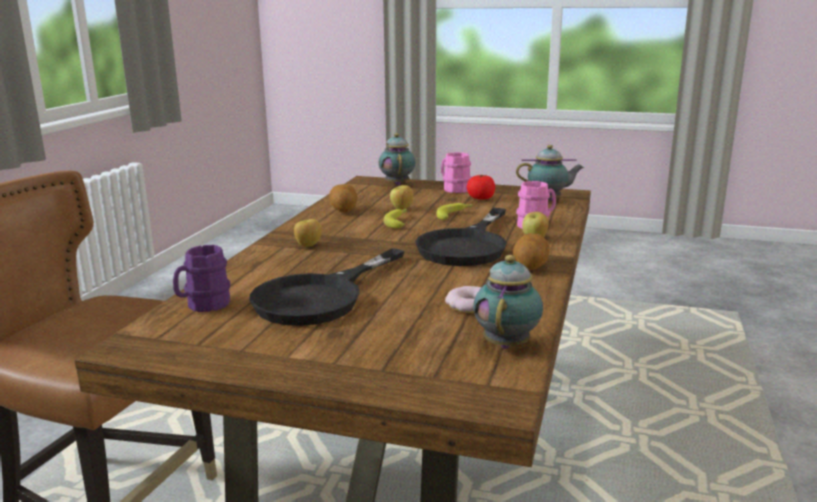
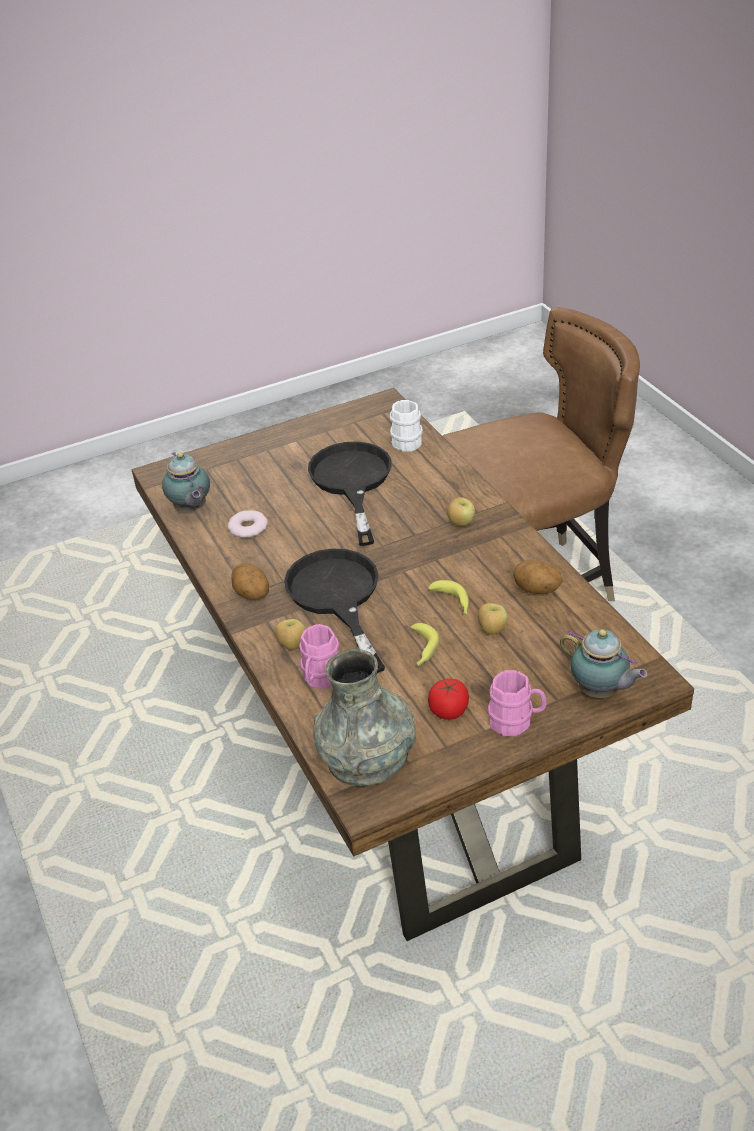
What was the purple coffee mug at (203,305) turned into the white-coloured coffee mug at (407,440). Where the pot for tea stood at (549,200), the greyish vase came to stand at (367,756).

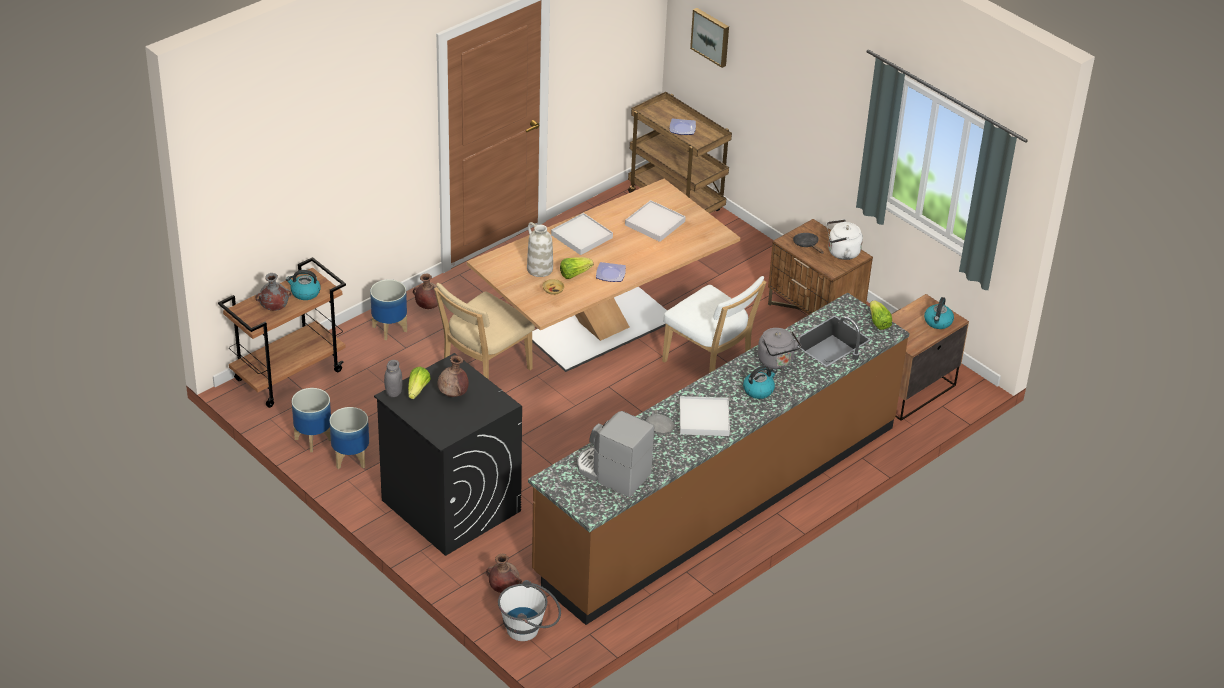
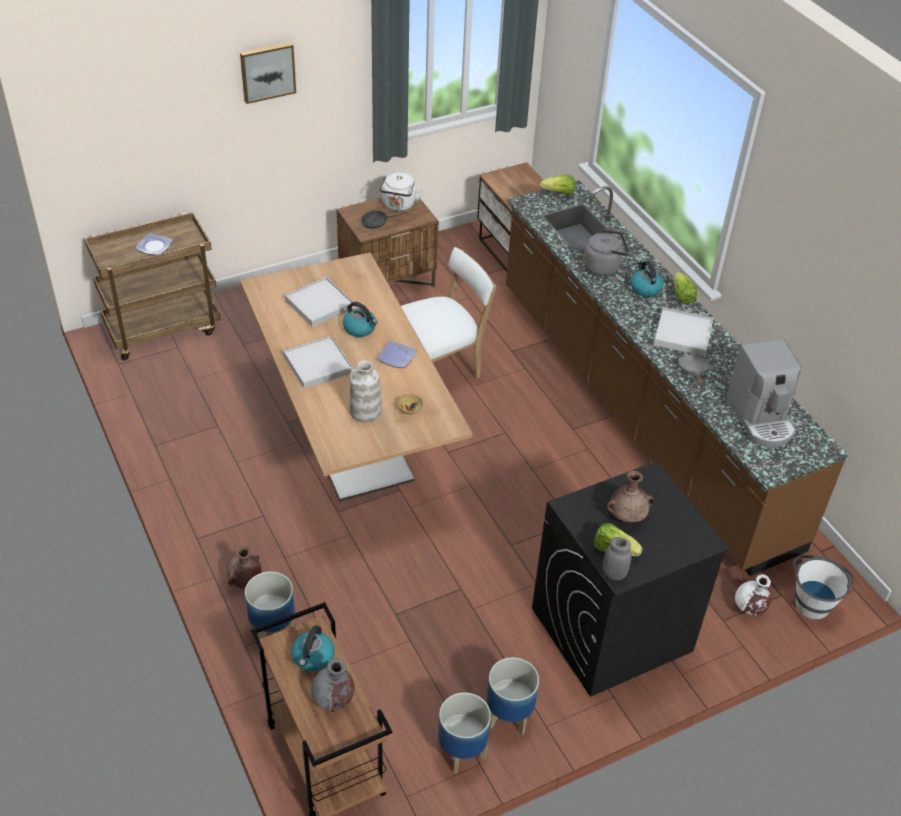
The second view lost the beige plain chair at (483,372). What was the brown-coloured vase at (503,588) turned into the white-coloured vase at (749,608). The head of lettuce ended up elsewhere, having gone from (574,274) to (681,296). The coffee machine at (612,473) ended up facing another way, 60 degrees counterclockwise from before. The wall art ended up elsewhere, having gone from (711,36) to (267,71). The tea kettle ended up elsewhere, having gone from (938,322) to (360,328).

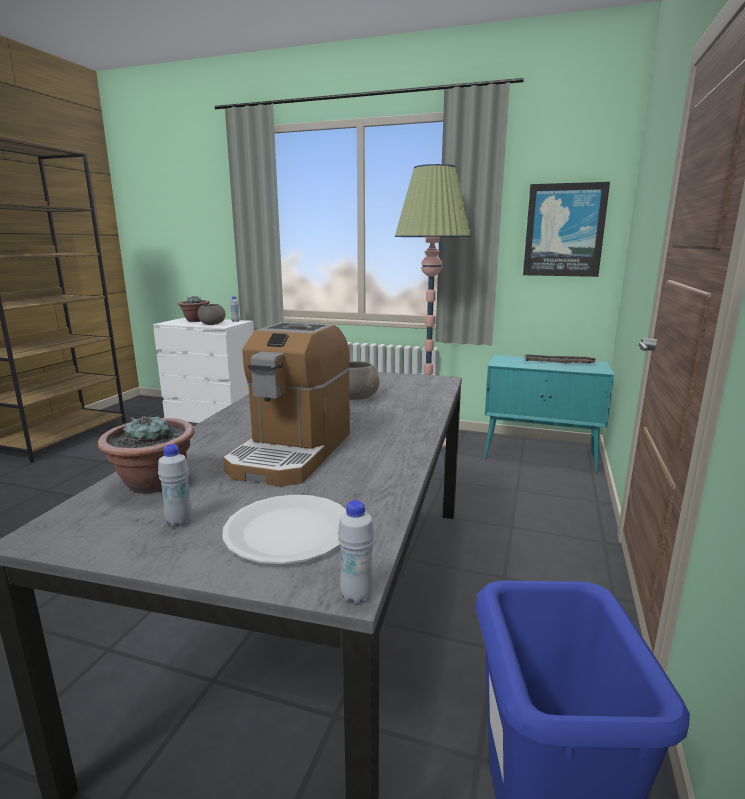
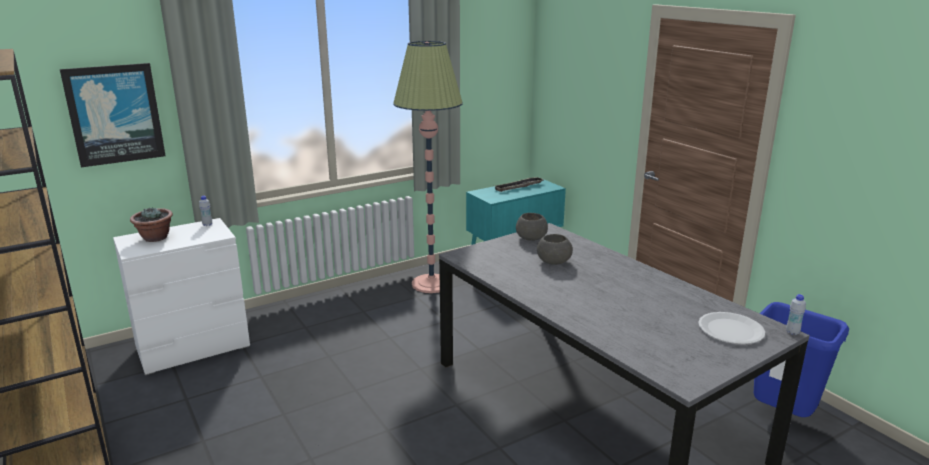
The second view lost the potted plant at (154,484). The second view lost the white-coloured bottle at (179,522). The greyish deep dish ended up elsewhere, having gone from (212,324) to (530,238). The second view lost the coffee machine at (292,452). The wall art ended up elsewhere, having gone from (564,230) to (115,114).

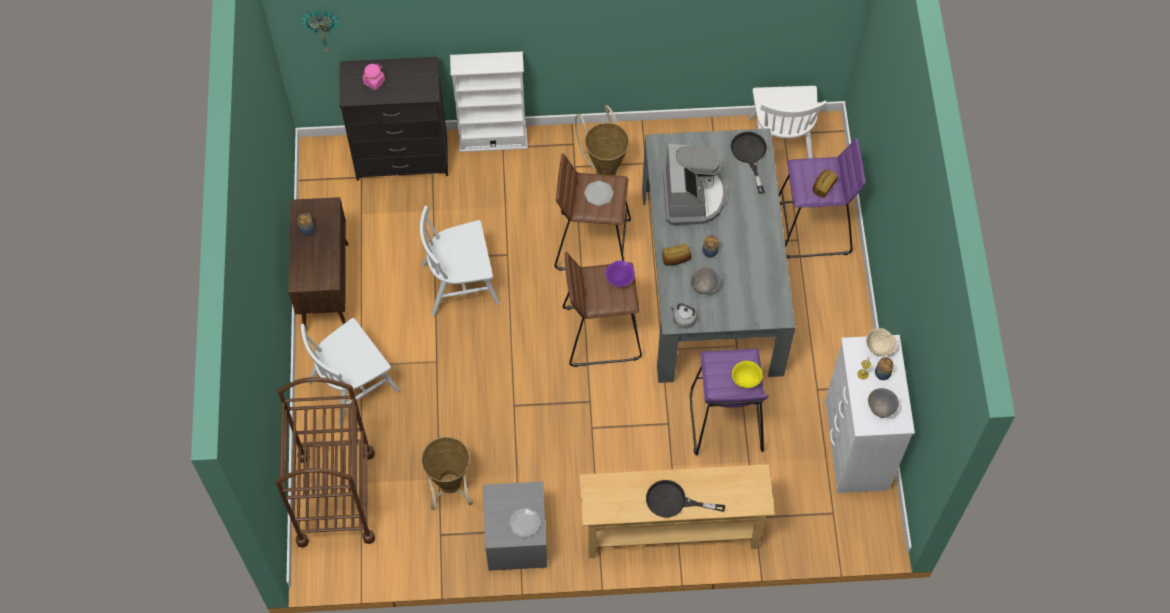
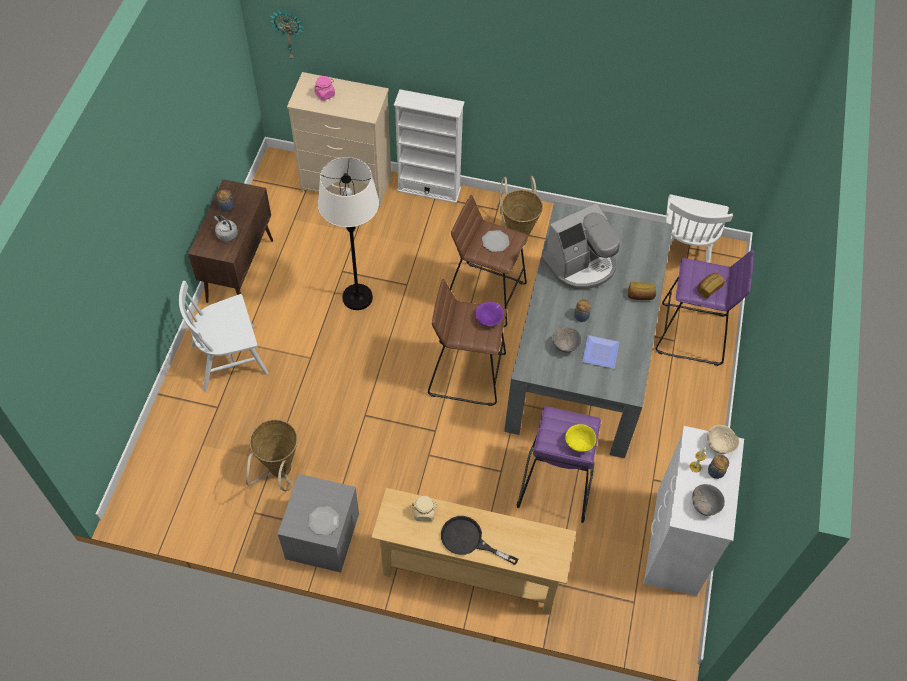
The second view lost the brown-coloured wheeled cart at (335,497). What was the black dresser at (403,158) turned into the beige dresser at (347,184). Where the white-coloured plain chair stood at (460,283), the white-coloured standard lamp came to stand at (357,297). The baked bread ended up elsewhere, having gone from (676,259) to (640,296). The coffee machine at (692,197) ended up facing another way, 45 degrees clockwise from before. The greyish tea kettle ended up elsewhere, having gone from (683,319) to (226,234). The second view lost the black frying pan at (750,155). The second view gained the beige preserve jar at (424,512). The second view gained the dinner plate at (602,352).

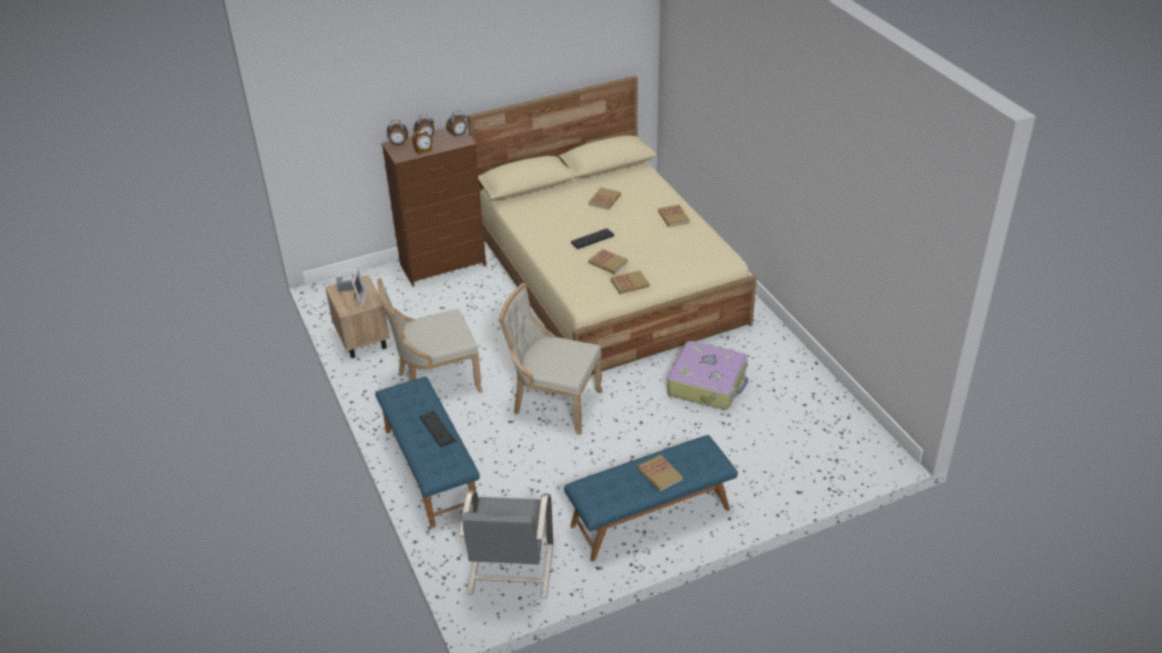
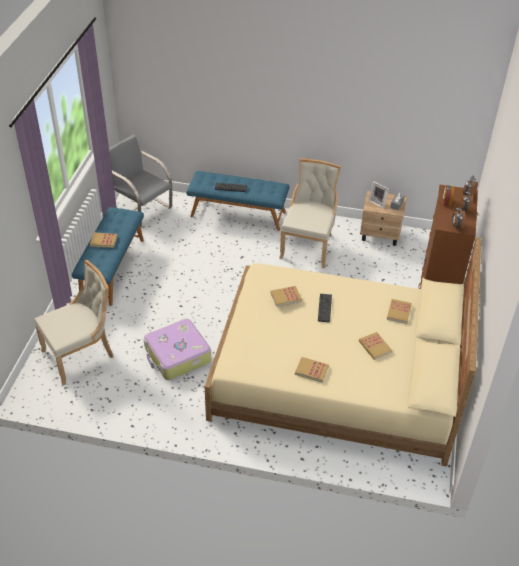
The beige plain chair ended up elsewhere, having gone from (553,404) to (81,354). The bound book ended up elsewhere, having gone from (630,284) to (399,312).

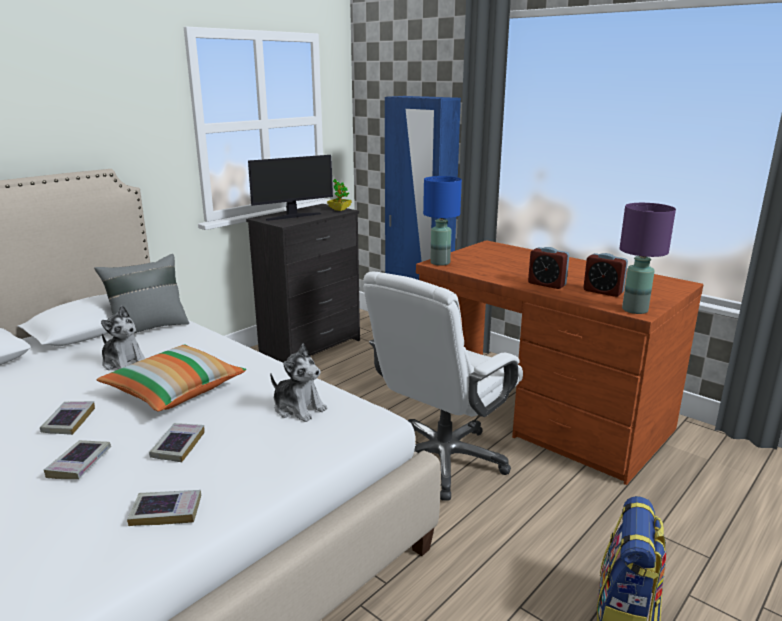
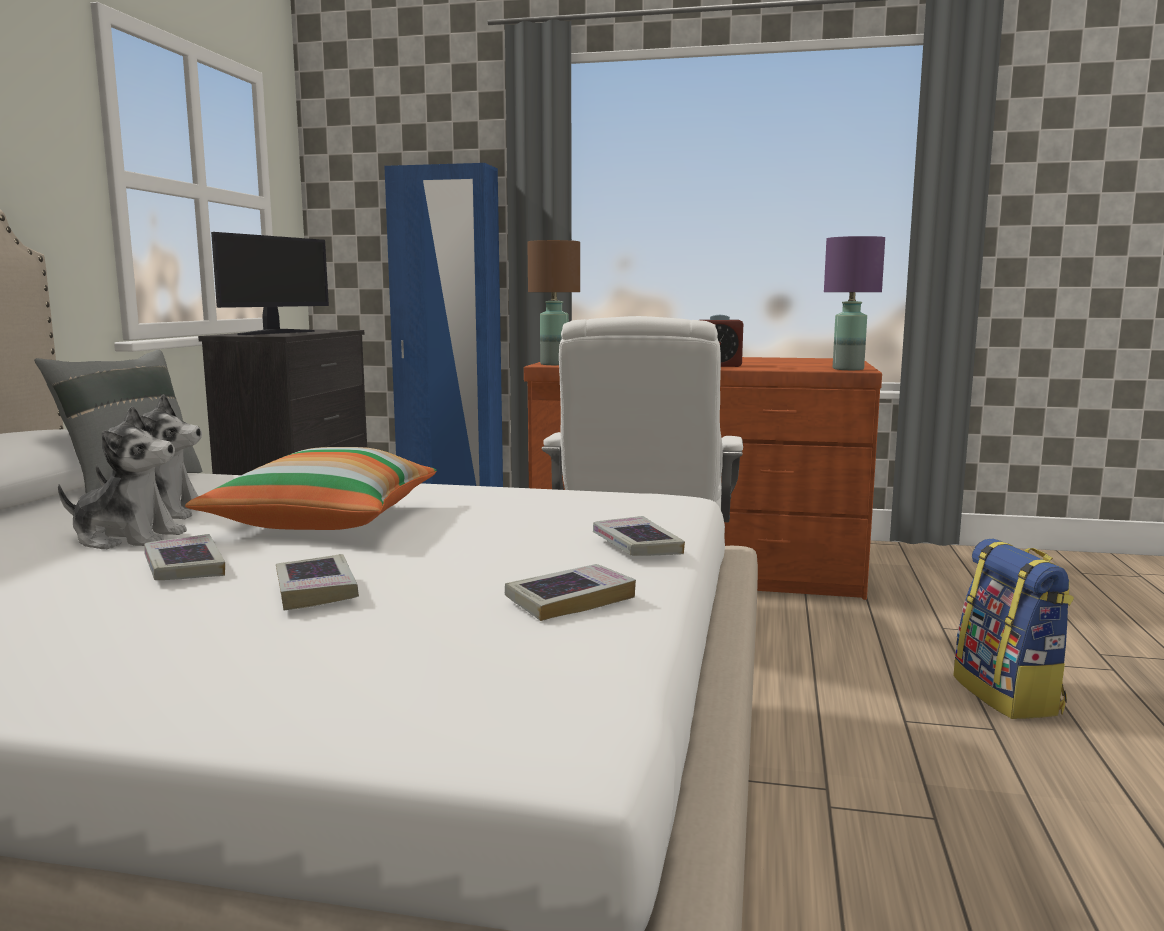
The bound book ended up elsewhere, having gone from (178,446) to (636,545). The cuddly toy ended up elsewhere, having gone from (298,408) to (128,538). The second view lost the potted plant at (339,209). What was the blue table lamp at (440,263) turned into the brown-coloured table lamp at (555,364). The second view lost the alarm clock at (603,291).

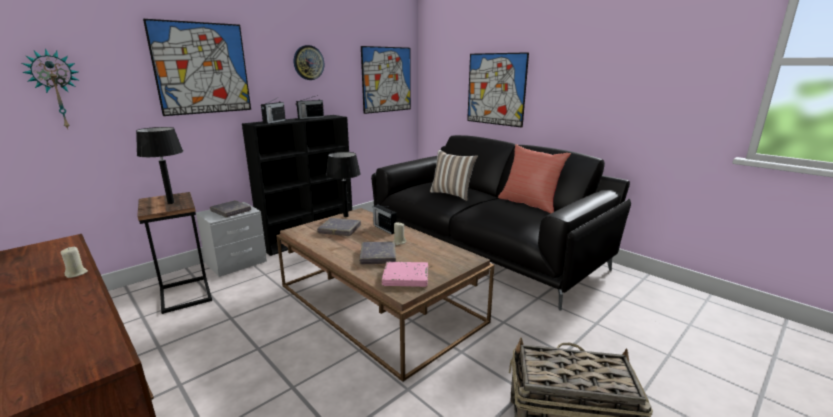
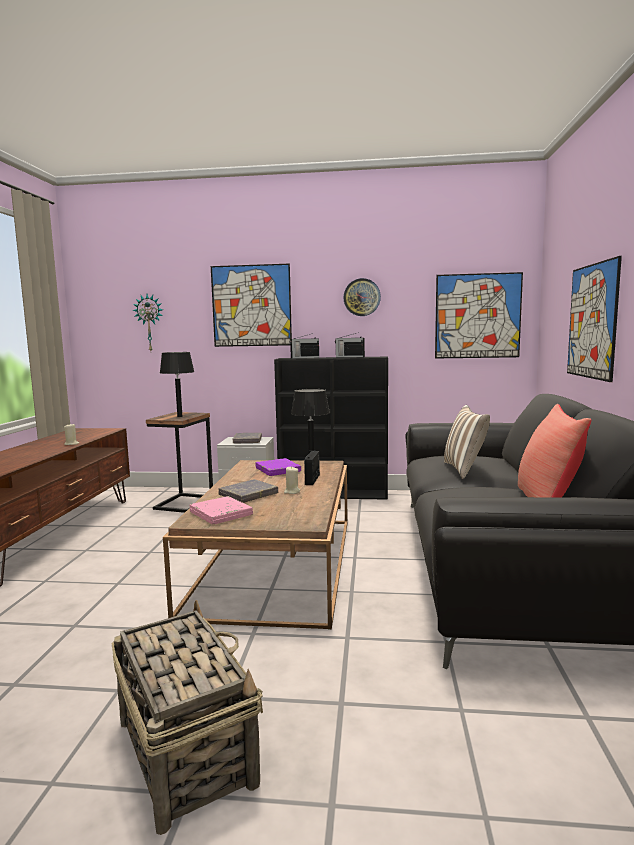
What was the greyish bound book at (339,229) turned into the purple bound book at (278,470).

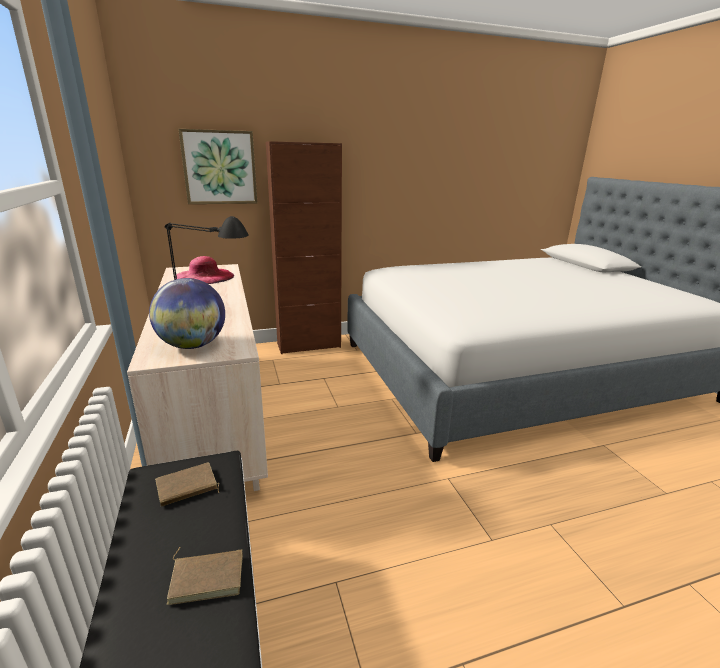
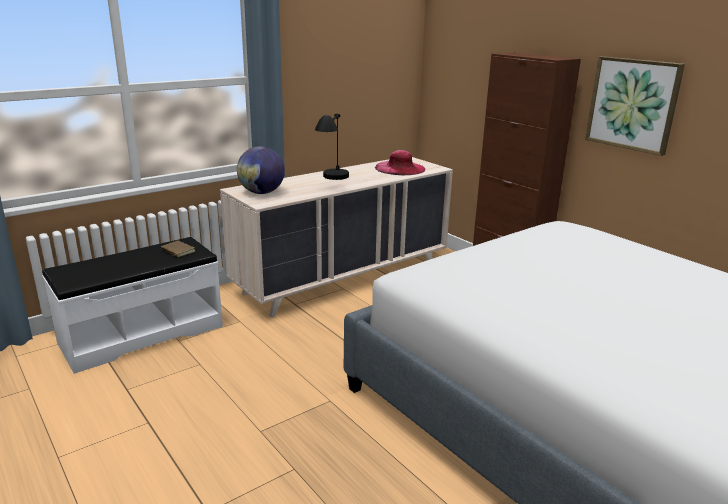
The second view lost the brown-coloured bound book at (208,576). The wall art ended up elsewhere, having gone from (219,167) to (633,104).

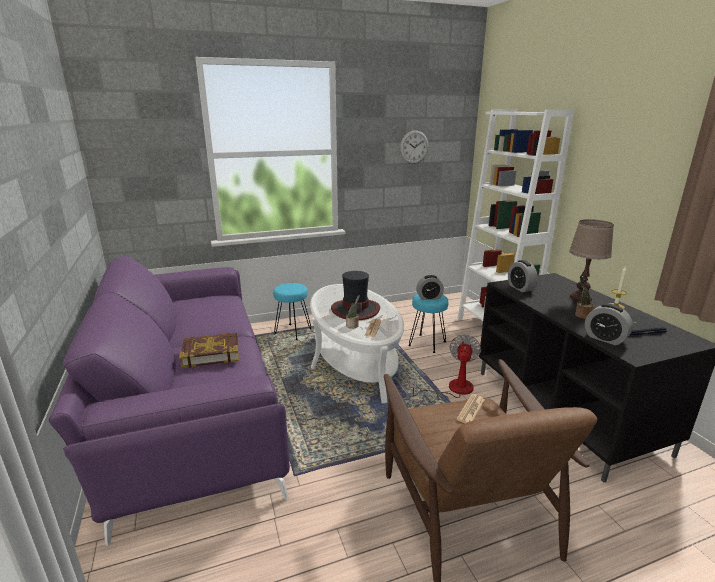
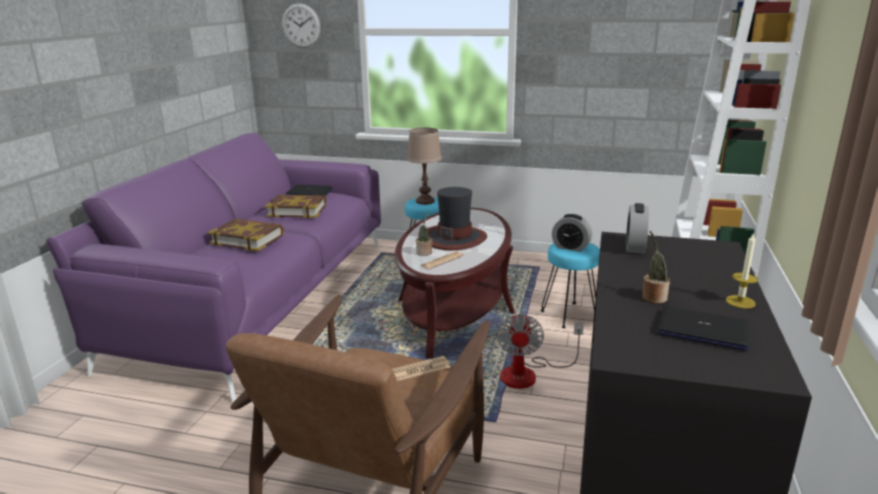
What was the white-coloured low table at (354,360) turned into the brown-coloured low table at (455,306). The clock on the wall ended up elsewhere, having gone from (414,147) to (301,25). The fan at (452,389) ended up facing another way, 135 degrees clockwise from before. The brown-coloured table lamp ended up elsewhere, having gone from (580,298) to (425,201). The second view lost the alarm clock at (605,338). The second view gained the bound book at (297,210). The second view gained the laptop at (309,192).

